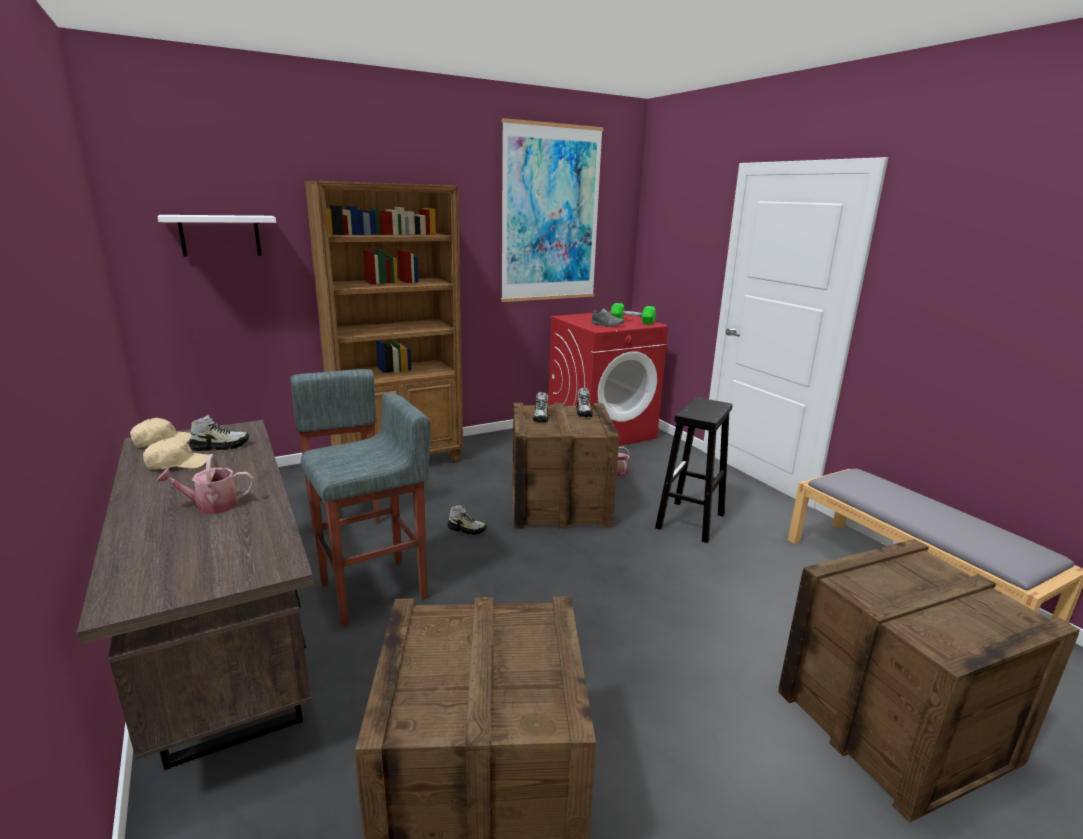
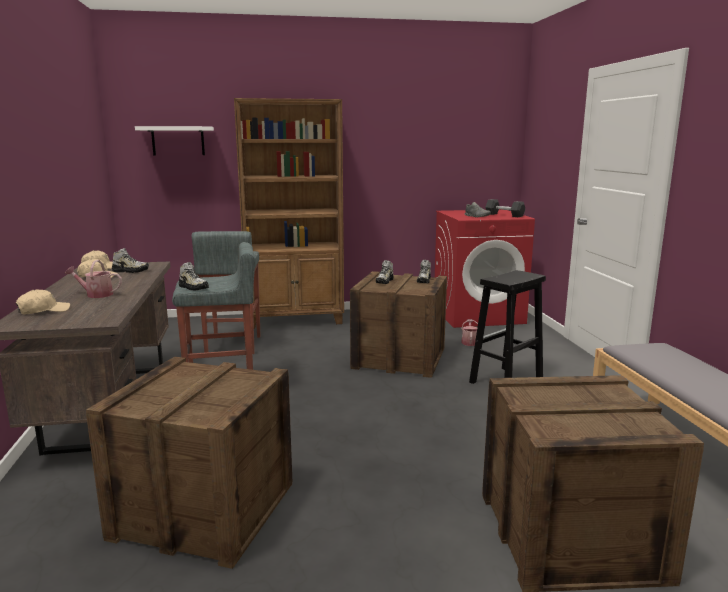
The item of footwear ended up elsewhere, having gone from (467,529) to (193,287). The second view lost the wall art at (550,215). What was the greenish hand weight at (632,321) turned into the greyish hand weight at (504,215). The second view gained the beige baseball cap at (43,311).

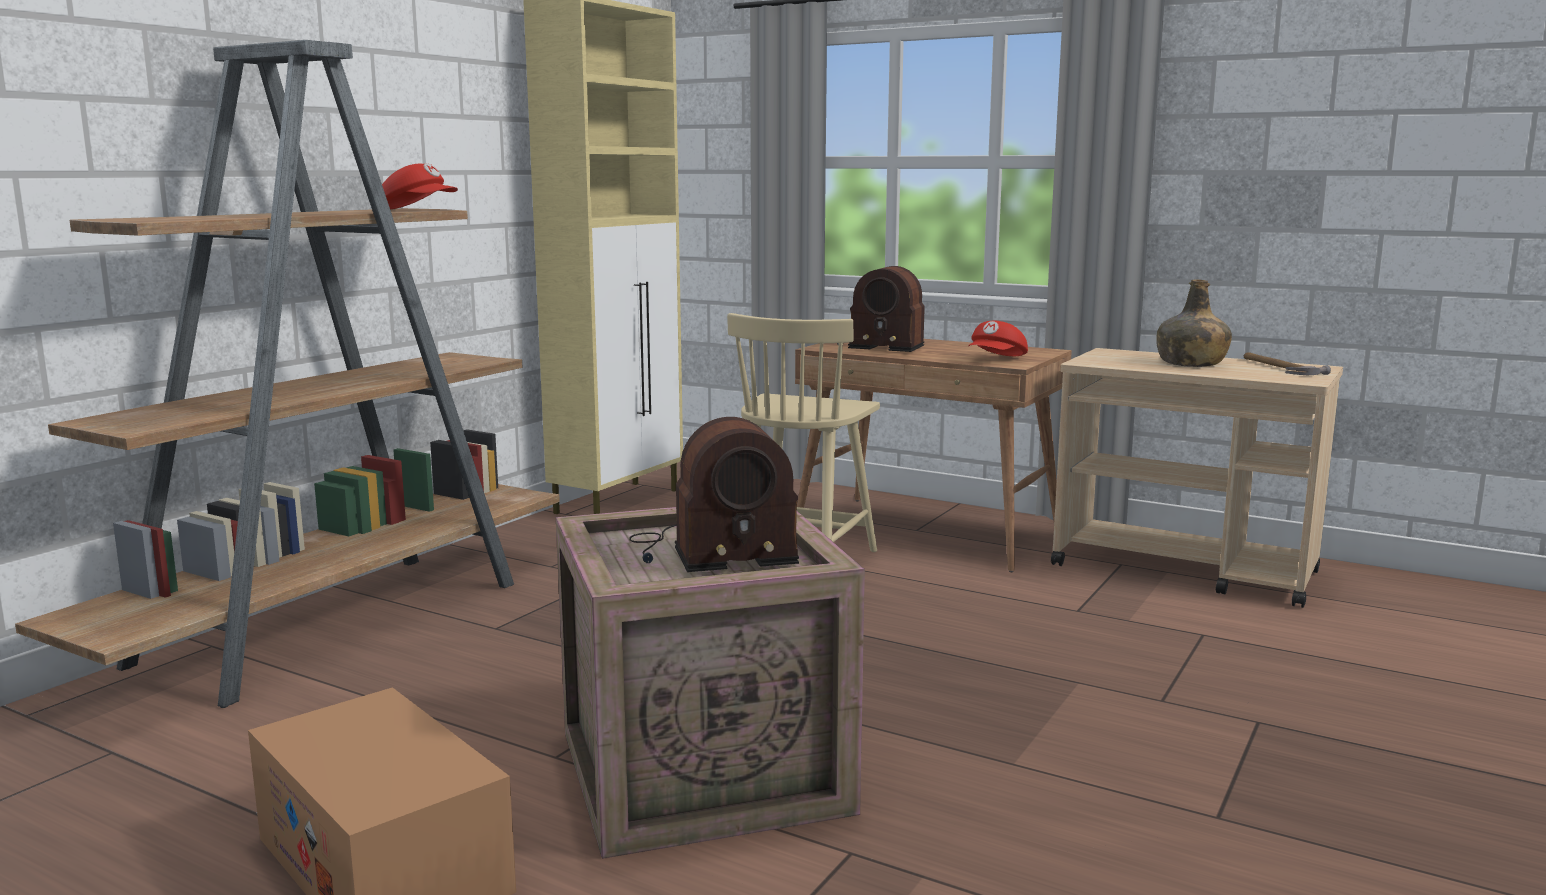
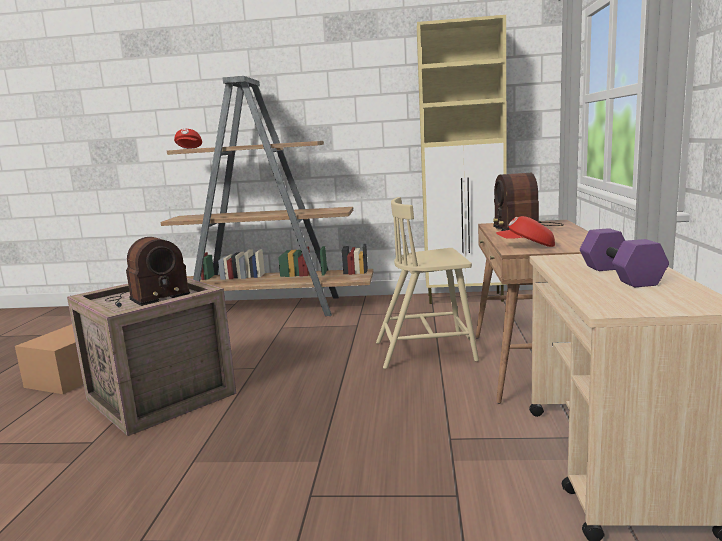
The red-coloured baseball cap ended up elsewhere, having gone from (418,209) to (189,148). The radio at (710,551) ended up facing another way, 90 degrees counterclockwise from before. Where the greenish bottle stood at (1190,363), the purple hand weight came to stand at (618,275). The second view lost the tool hammer at (1278,367).

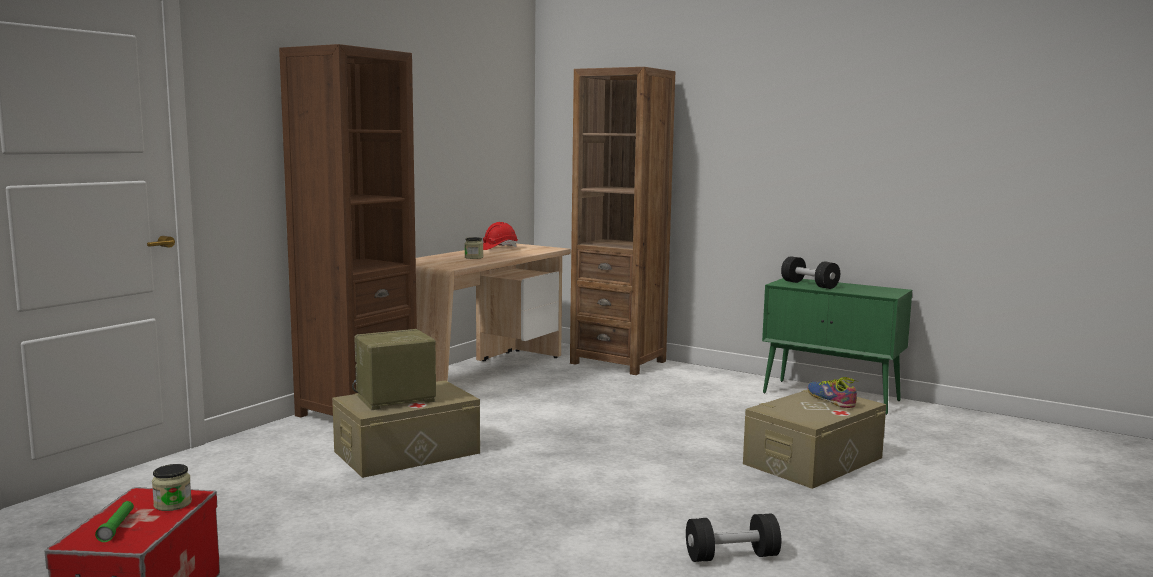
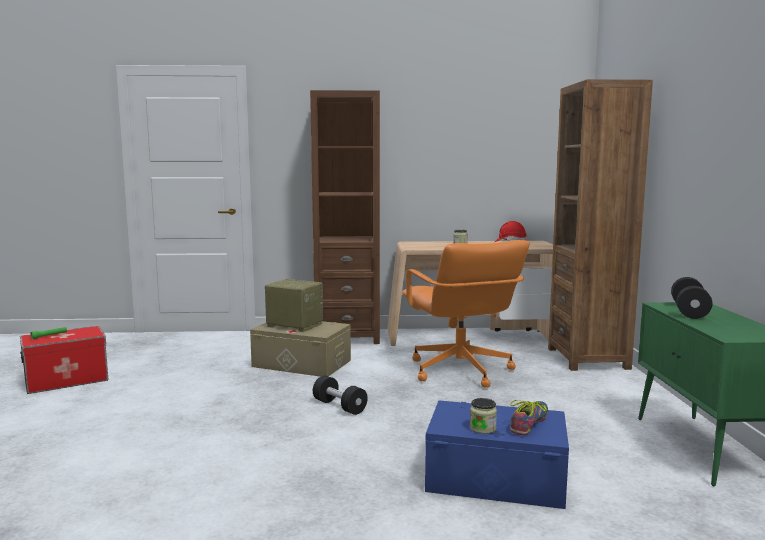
The preserve jar ended up elsewhere, having gone from (172,504) to (482,428). The black hand weight ended up elsewhere, having gone from (731,556) to (339,406). What was the beige storage bin at (813,461) turned into the blue storage bin at (495,478). The second view gained the orange-coloured desk chair at (460,371).

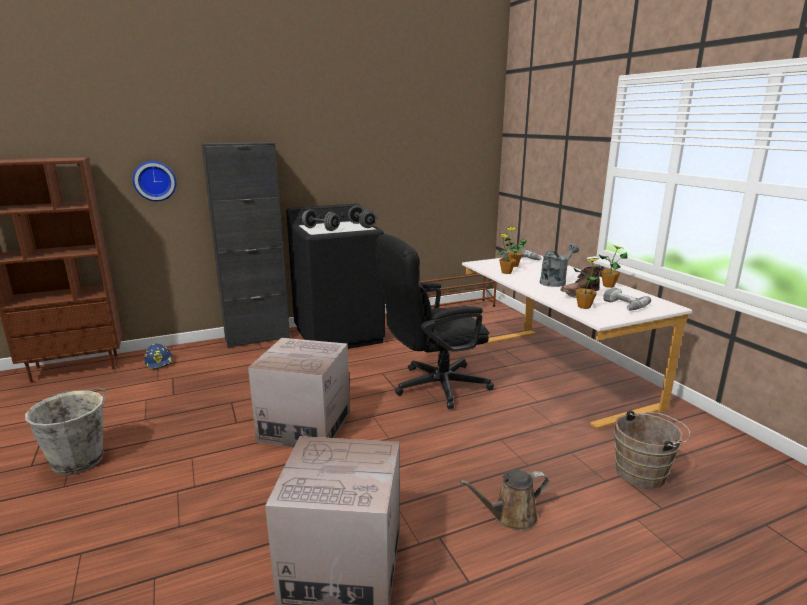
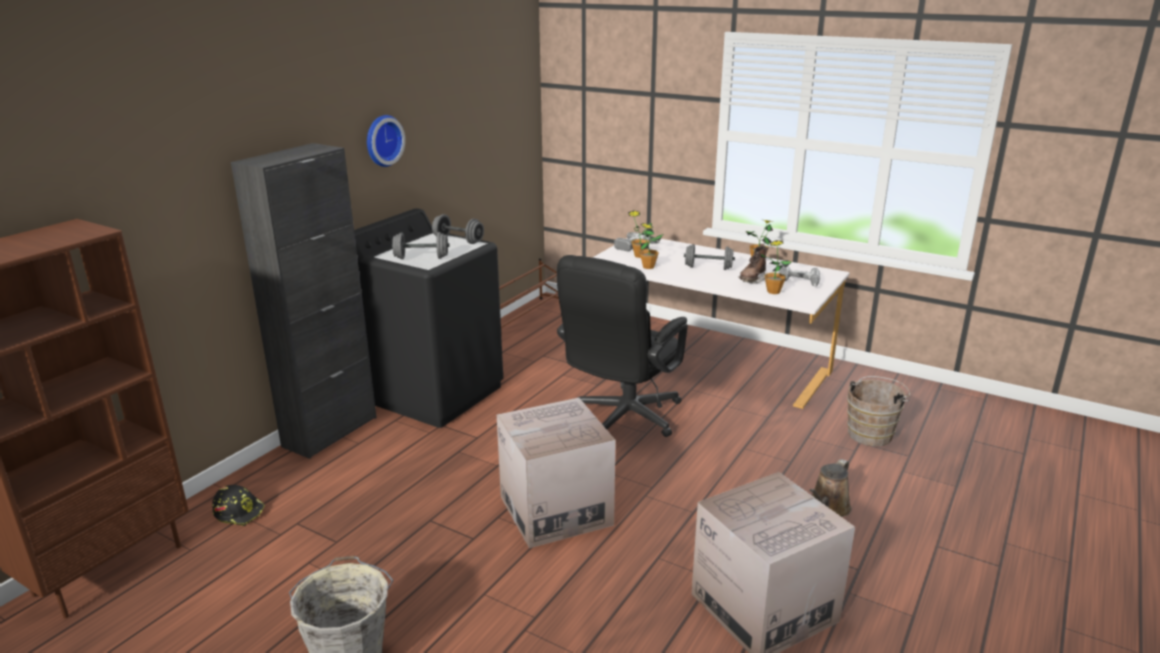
The clock on the wall ended up elsewhere, having gone from (154,181) to (382,140). What was the blue hard hat at (160,362) turned into the black hard hat at (239,512). Where the greyish watering pot stood at (555,281), the greyish hand weight came to stand at (708,268).

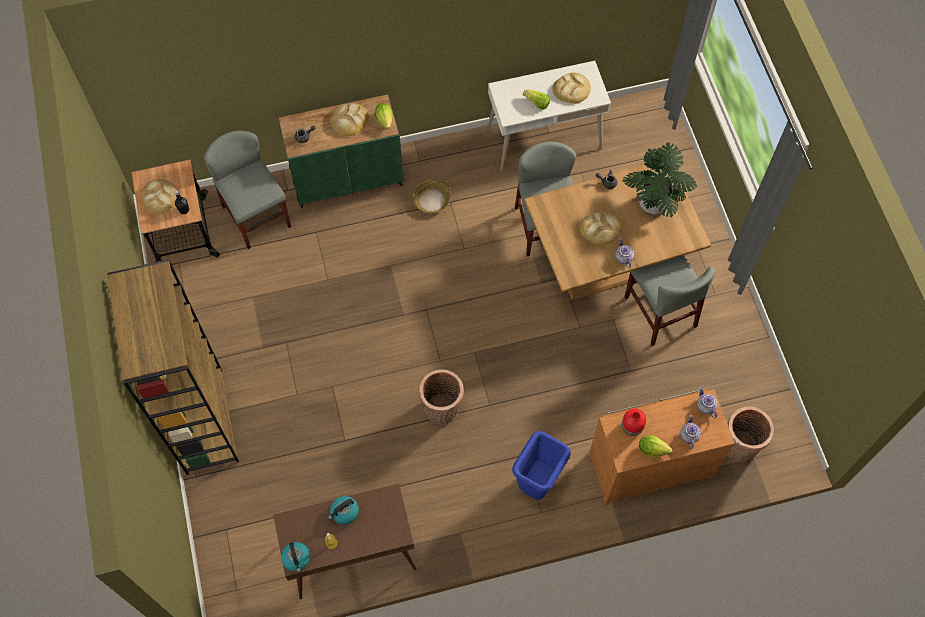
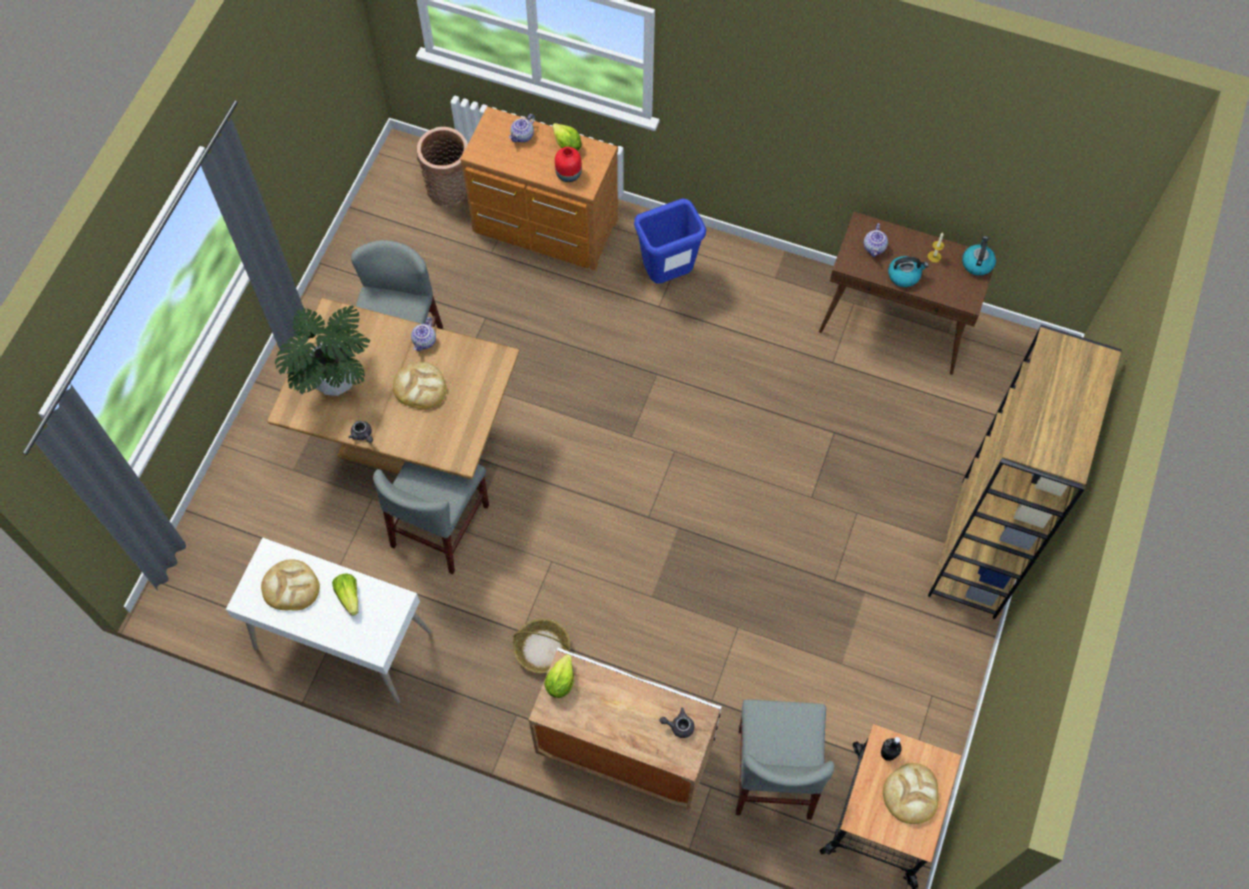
What was the greenish storage cabinet at (348,178) turned into the white-coloured storage cabinet at (623,751). The second view lost the baked bread at (349,120). The second view lost the basket at (442,411). The pot for tea ended up elsewhere, having gone from (705,406) to (874,247).

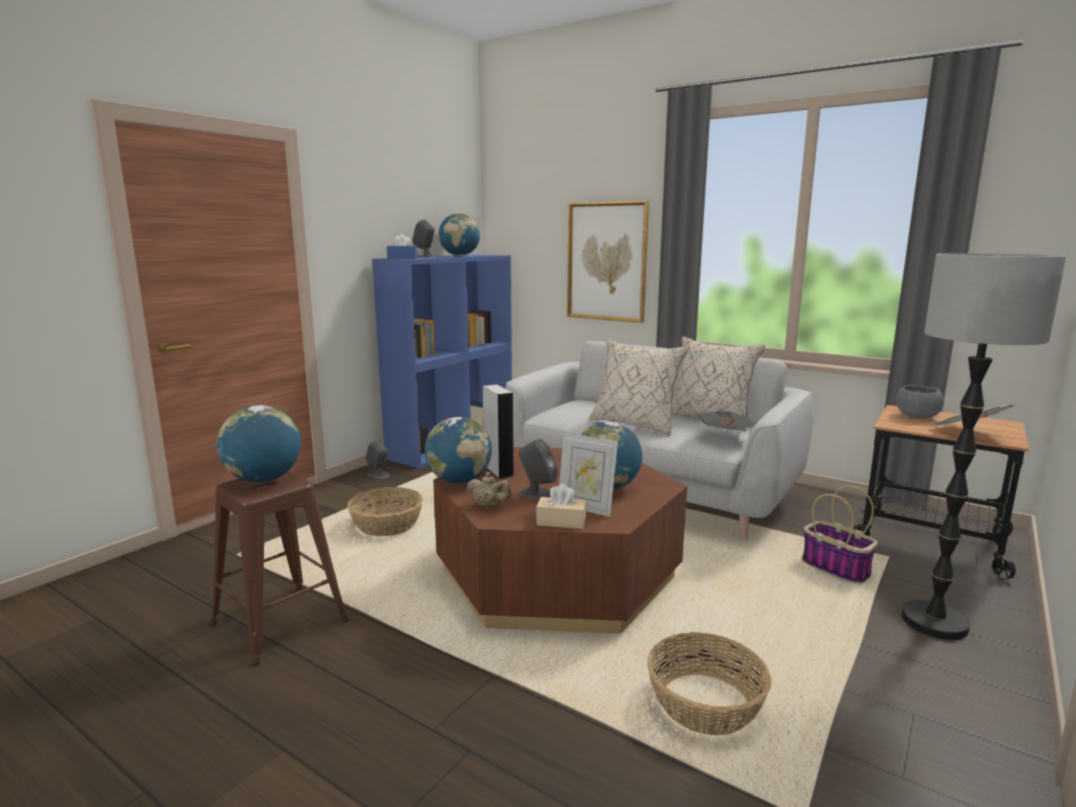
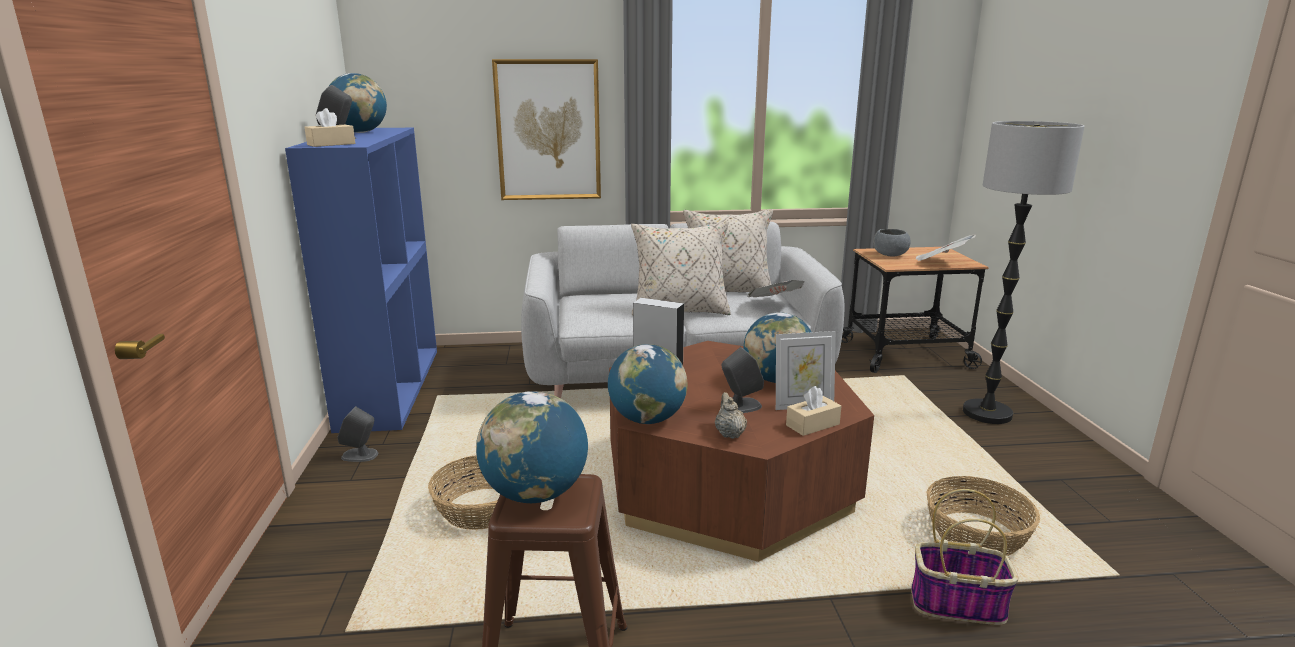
What was the blue tissue holder at (402,258) turned into the beige tissue holder at (331,144). The beige pot for tea at (489,506) ended up facing another way, 90 degrees counterclockwise from before. The basket ended up elsewhere, having gone from (837,569) to (958,604).

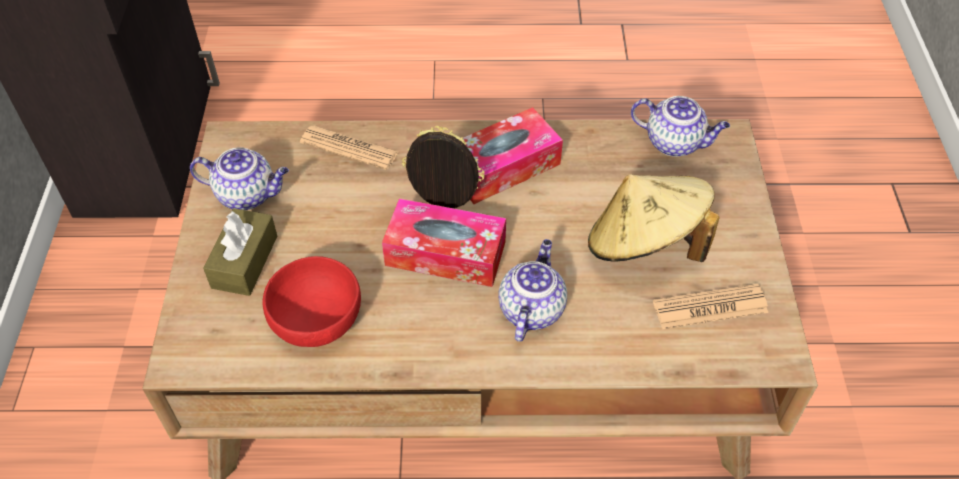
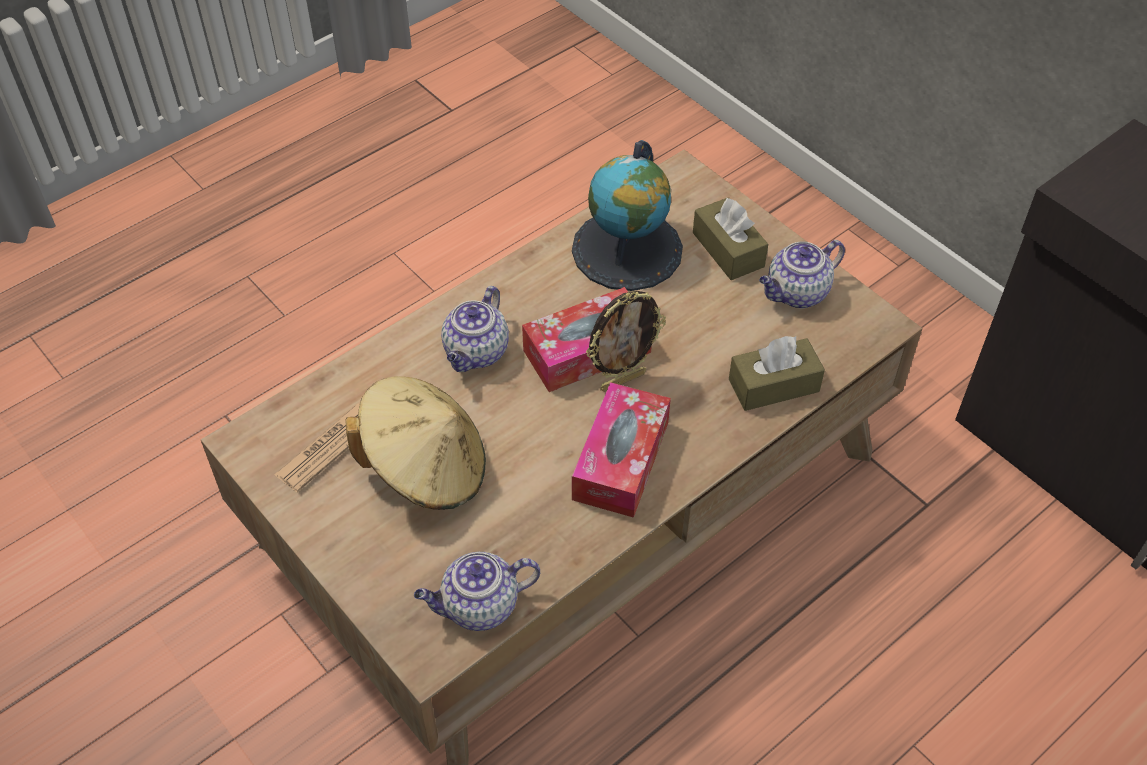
Where the red-coloured deep dish stood at (317,317), the desk globe came to stand at (627,250). Where the daily paper stood at (349,148), the brown-coloured tissue holder came to stand at (773,385). The pot for tea at (531,309) ended up facing another way, 45 degrees clockwise from before.

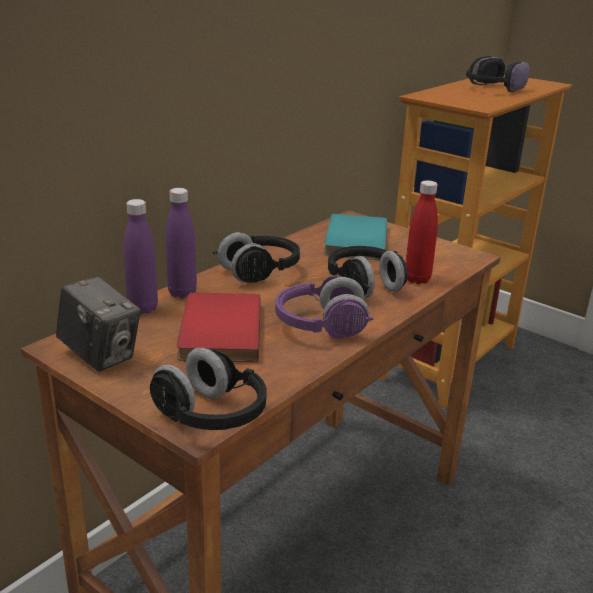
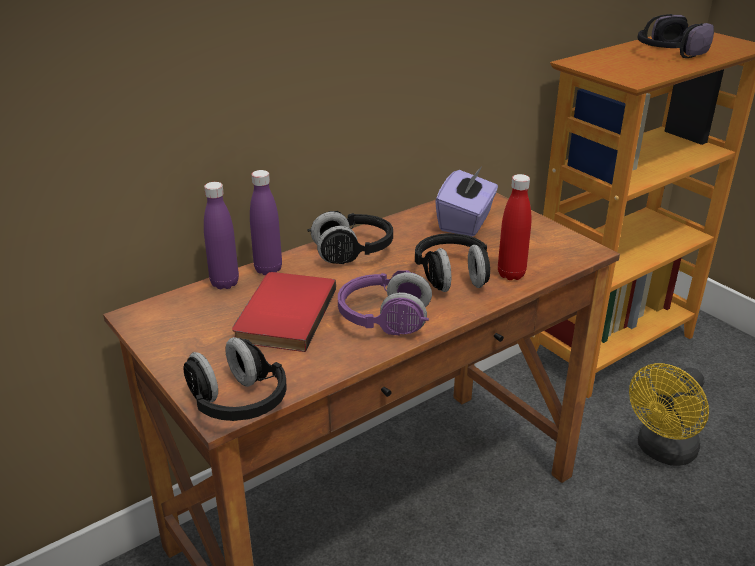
The second view lost the photo camera at (100,355). Where the turquoise bound book stood at (353,240), the purple tissue holder came to stand at (466,222). The second view gained the yellowish fan at (662,451).

